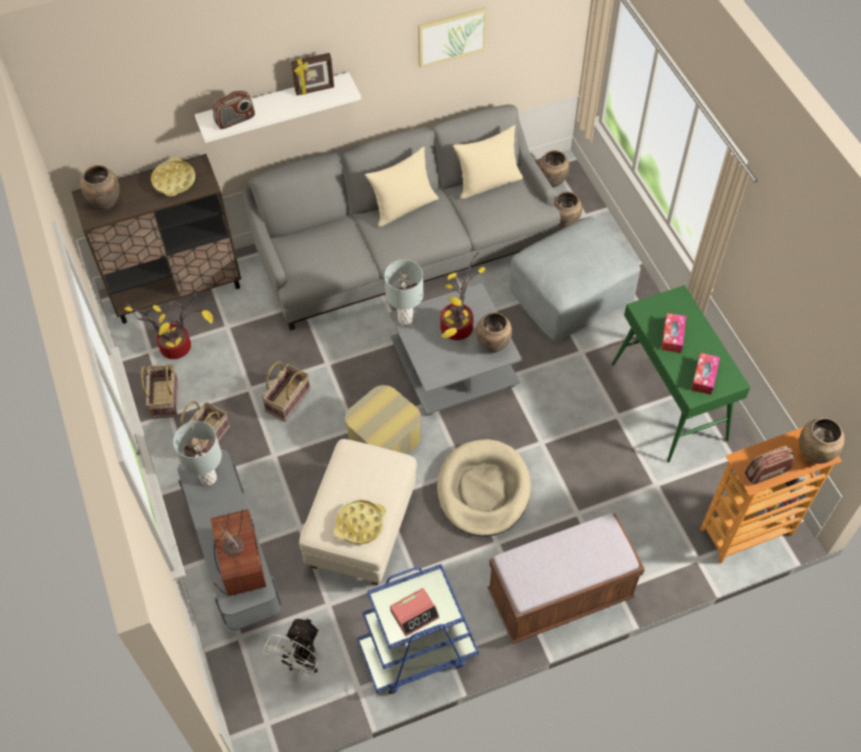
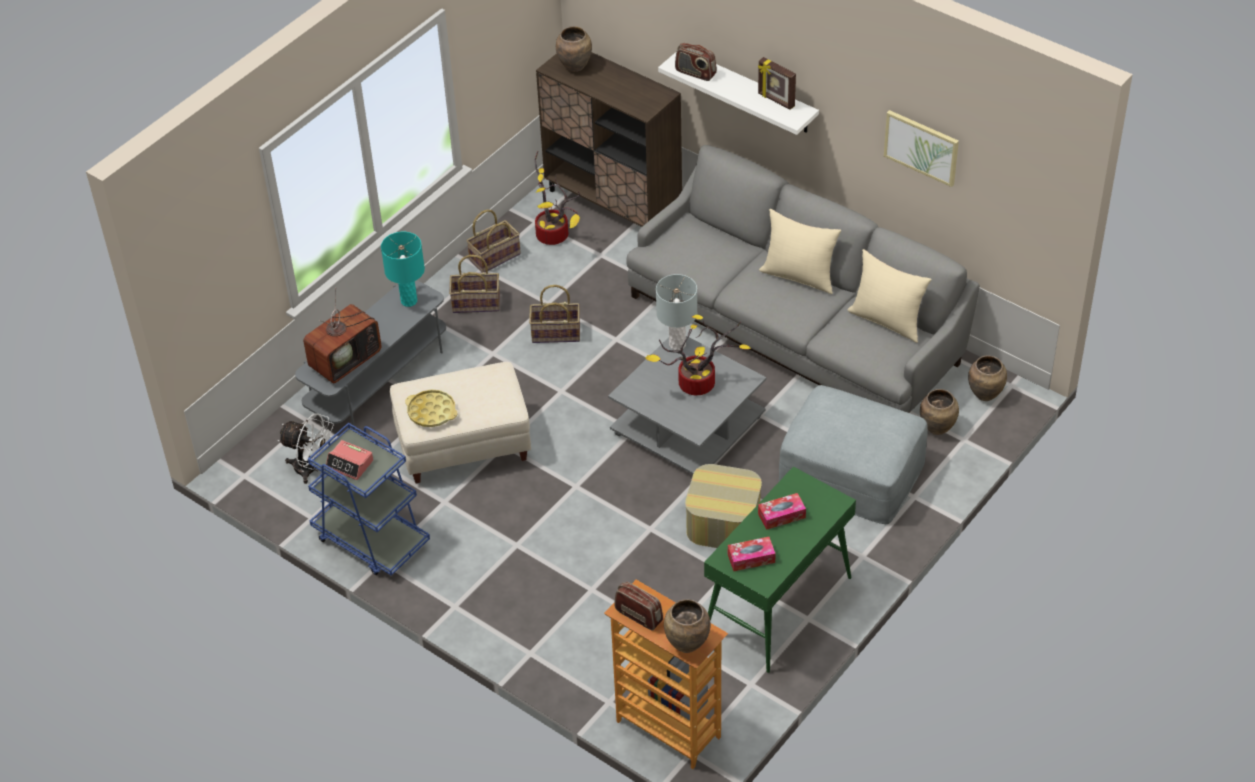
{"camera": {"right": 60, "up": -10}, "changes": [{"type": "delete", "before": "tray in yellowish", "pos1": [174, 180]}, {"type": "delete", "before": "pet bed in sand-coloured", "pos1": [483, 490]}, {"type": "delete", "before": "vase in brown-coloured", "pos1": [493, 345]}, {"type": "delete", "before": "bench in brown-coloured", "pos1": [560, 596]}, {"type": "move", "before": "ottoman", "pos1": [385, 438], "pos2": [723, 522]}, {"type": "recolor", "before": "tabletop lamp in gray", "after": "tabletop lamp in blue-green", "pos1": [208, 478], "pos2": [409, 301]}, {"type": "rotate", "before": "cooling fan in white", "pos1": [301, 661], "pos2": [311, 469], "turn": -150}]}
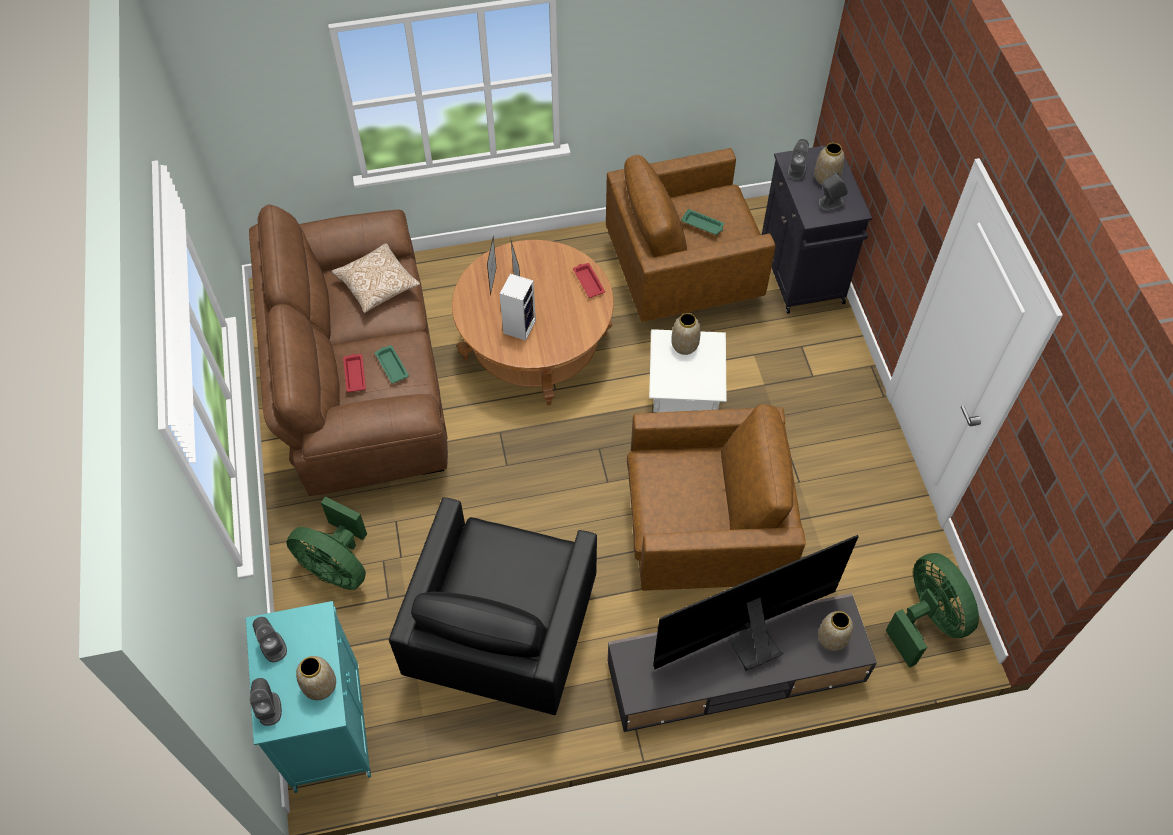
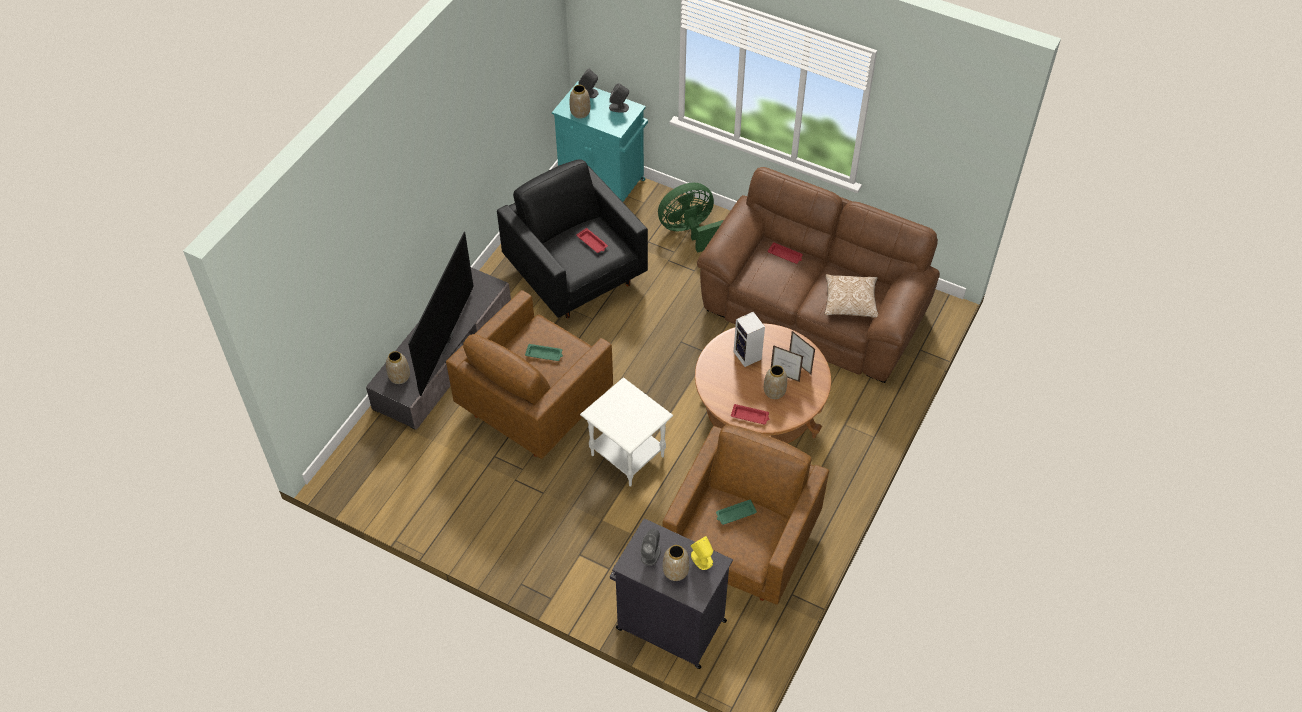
{"camera": {"right": 130, "up": -5}, "changes": [{"type": "delete", "before": "cooling fan in green", "pos1": [926, 620]}, {"type": "insert", "after": "tray in red", "pos2": [592, 243]}, {"type": "move", "before": "tray in green", "pos1": [391, 365], "pos2": [544, 354]}, {"type": "move", "before": "vase", "pos1": [684, 346], "pos2": [774, 391]}, {"type": "recolor", "before": "audio speaker in gray", "after": "audio speaker in yellowish", "pos1": [796, 170], "pos2": [702, 559]}]}
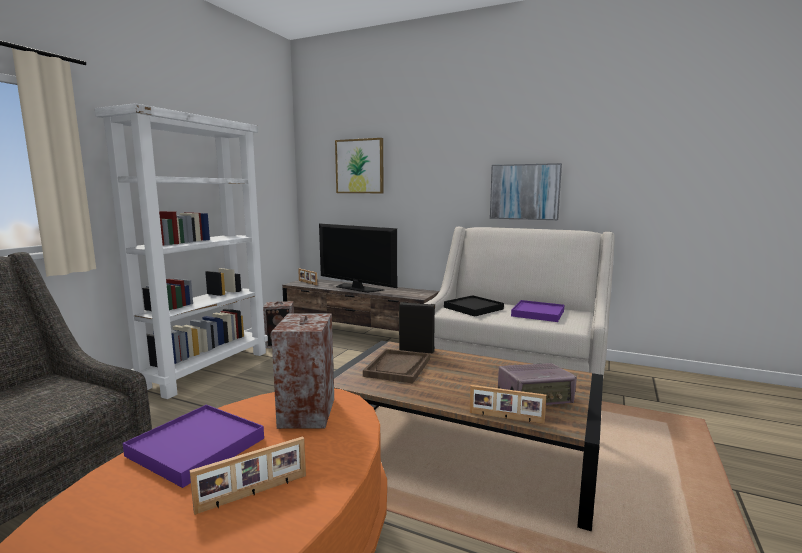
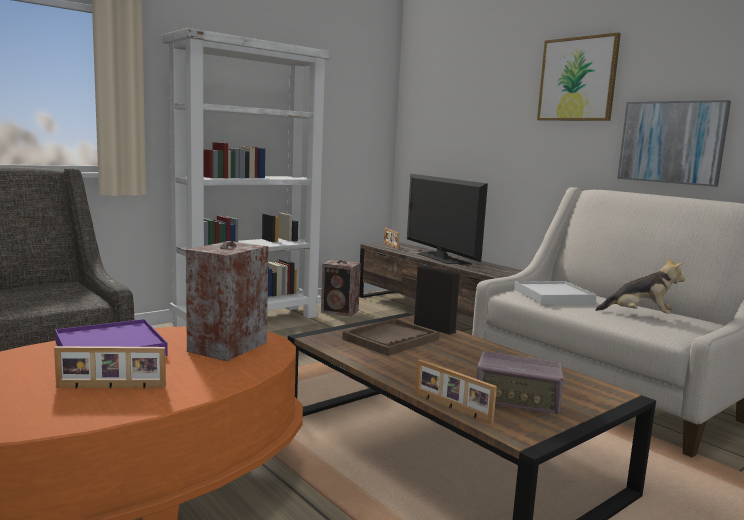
{"camera": {"right": 25, "up": 0}, "changes": [{"type": "move", "before": "picture", "pos1": [359, 166], "pos2": [577, 79]}, {"type": "replace", "before": "tray in purple", "after": "soft toy", "pos1": [537, 313], "pos2": [639, 315]}, {"type": "recolor", "before": "tray in black", "after": "tray in white", "pos1": [473, 308], "pos2": [553, 296]}]}
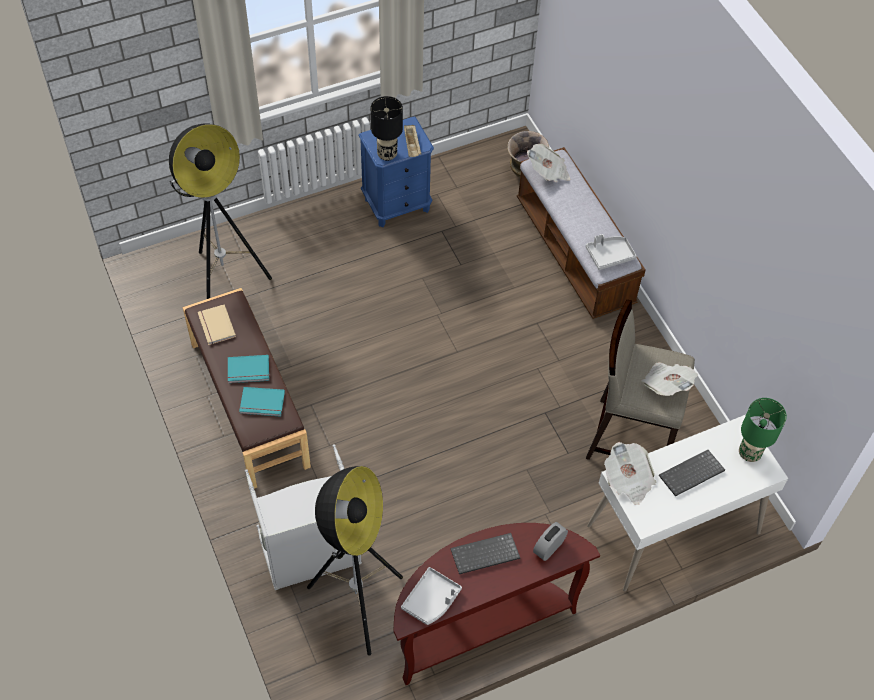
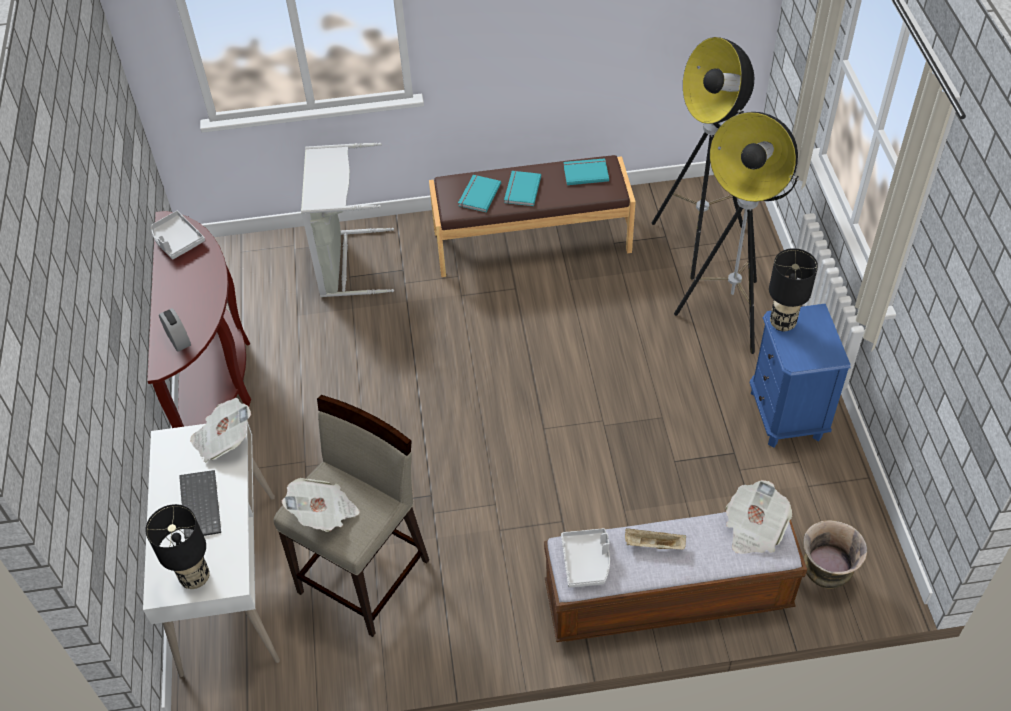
{"camera": {"right": 110, "up": -5}, "changes": [{"type": "delete", "before": "computer keyboard", "pos1": [484, 555]}, {"type": "move", "before": "floor lamp", "pos1": [356, 604], "pos2": [729, 314]}, {"type": "move", "before": "tray in sand-coloured", "pos1": [412, 146], "pos2": [653, 545]}, {"type": "recolor", "before": "bound book in sand-coloured", "after": "bound book in blue-green", "pos1": [215, 326], "pos2": [585, 172]}, {"type": "recolor", "before": "tabletop lamp in green", "after": "tabletop lamp in black", "pos1": [749, 453], "pos2": [195, 577]}]}
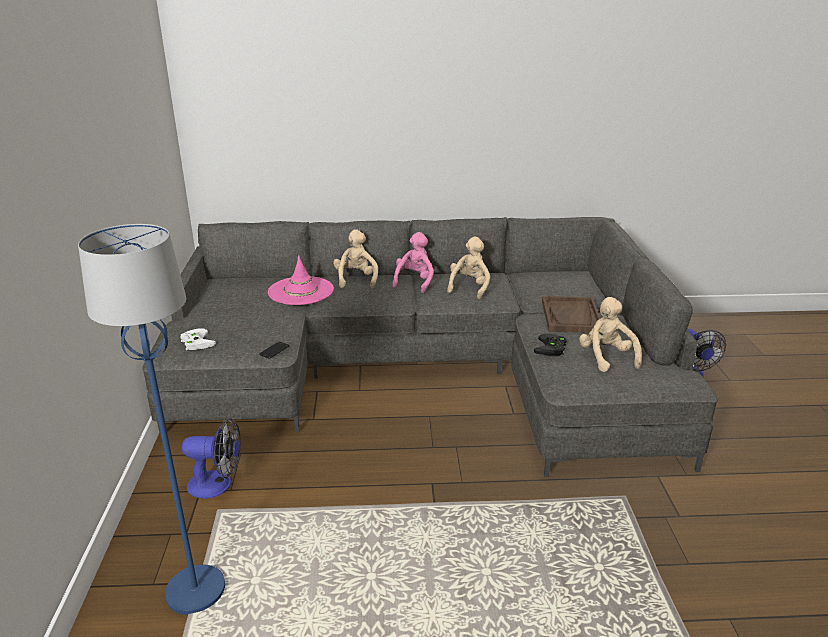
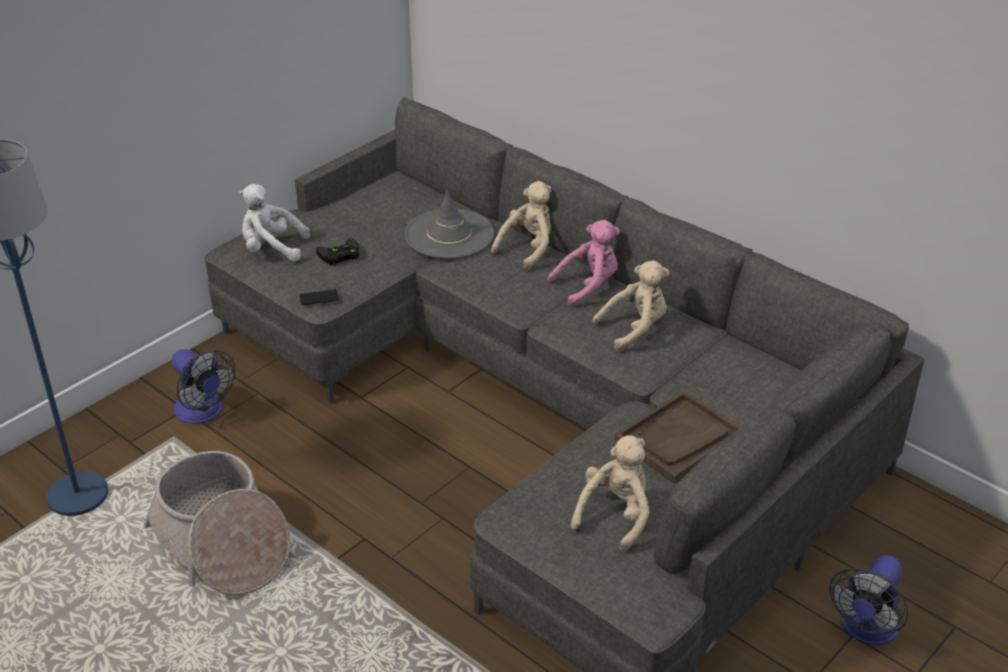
{"camera": {"right": 45, "up": 10}, "changes": [{"type": "insert", "after": "household basket", "pos2": [222, 544]}, {"type": "move", "before": "joypad in black", "pos1": [551, 348], "pos2": [338, 255]}, {"type": "replace", "before": "joypad in white", "after": "soft toy in white", "pos1": [196, 342], "pos2": [271, 248]}, {"type": "recolor", "before": "wearable hat in pink", "after": "wearable hat in gray", "pos1": [301, 291], "pos2": [449, 234]}]}
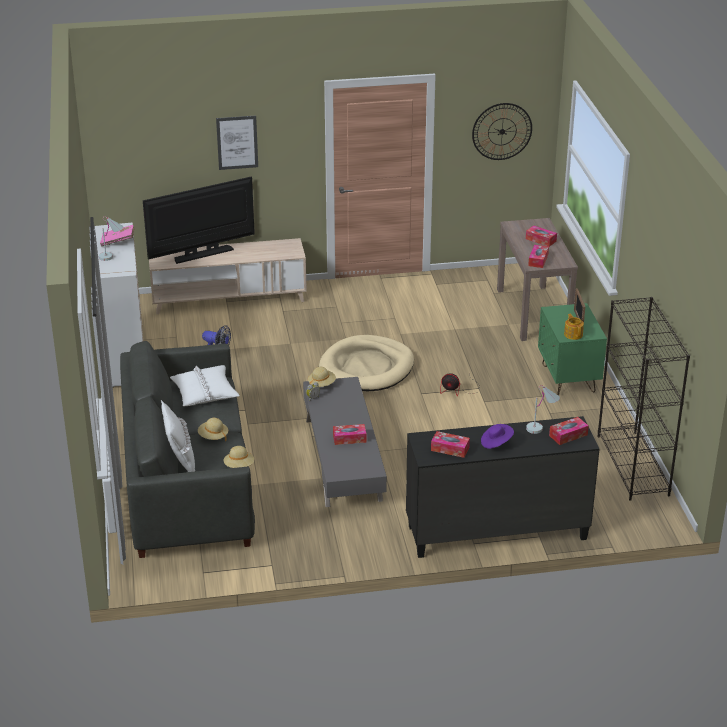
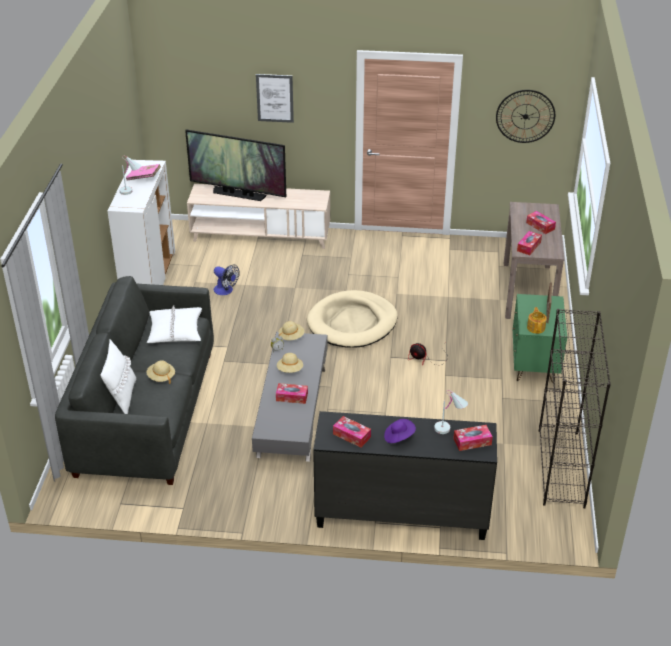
{"camera": {"right": 15, "up": 5}, "changes": [{"type": "move", "before": "wearable hat in sand-coloured", "pos1": [239, 466], "pos2": [290, 370]}, {"type": "rotate", "before": "TV", "pos1": [203, 254], "pos2": [238, 194], "turn": -150}]}
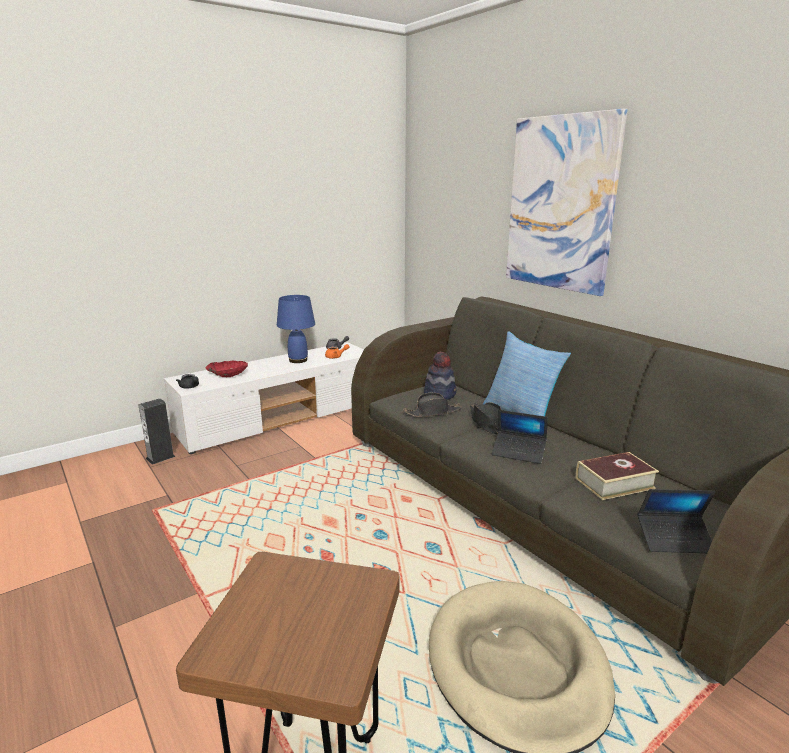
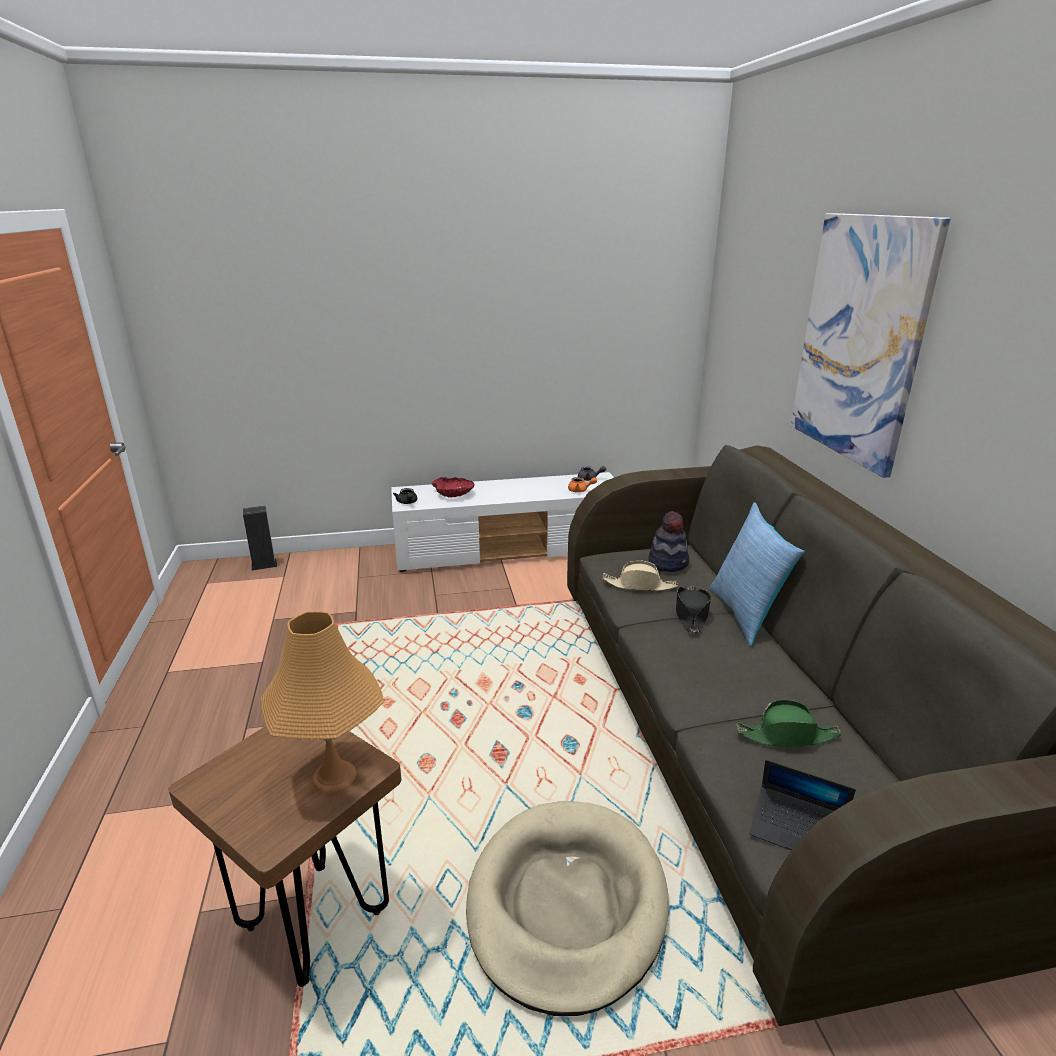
{"camera": {"right": 25, "up": 5}, "changes": [{"type": "delete", "before": "tabletop lamp in blue", "pos1": [298, 360]}, {"type": "delete", "before": "laptop", "pos1": [518, 452]}, {"type": "insert", "after": "tabletop lamp in orange", "pos2": [334, 776]}, {"type": "move", "before": "audio speaker", "pos1": [160, 457], "pos2": [264, 565]}, {"type": "replace", "before": "bound book", "after": "wearable hat in green", "pos1": [614, 483], "pos2": [787, 735]}, {"type": "recolor", "before": "wearable hat in black", "after": "wearable hat in sand-coloured", "pos1": [432, 412], "pos2": [640, 585]}]}
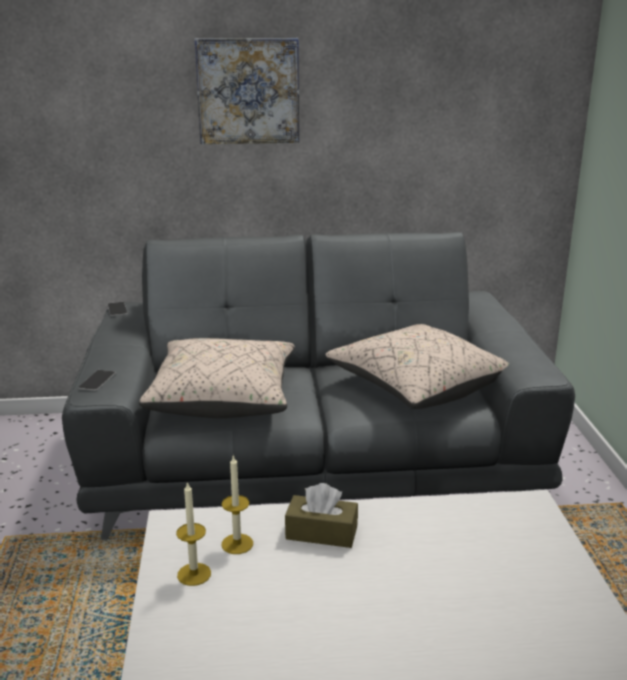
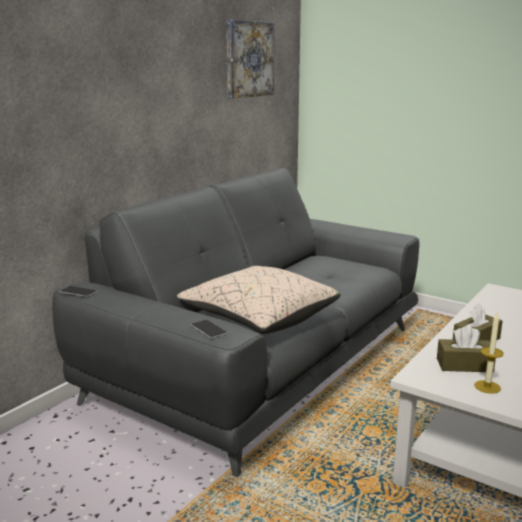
{"camera": {"right": -50, "up": -5}, "changes": [{"type": "delete", "before": "cushion in sand-coloured", "pos1": [416, 386]}, {"type": "move", "before": "picture", "pos1": [248, 91], "pos2": [249, 59]}, {"type": "replace", "before": "wax candle", "after": "tissue box in brown-coloured", "pos1": [237, 544], "pos2": [464, 365]}]}
